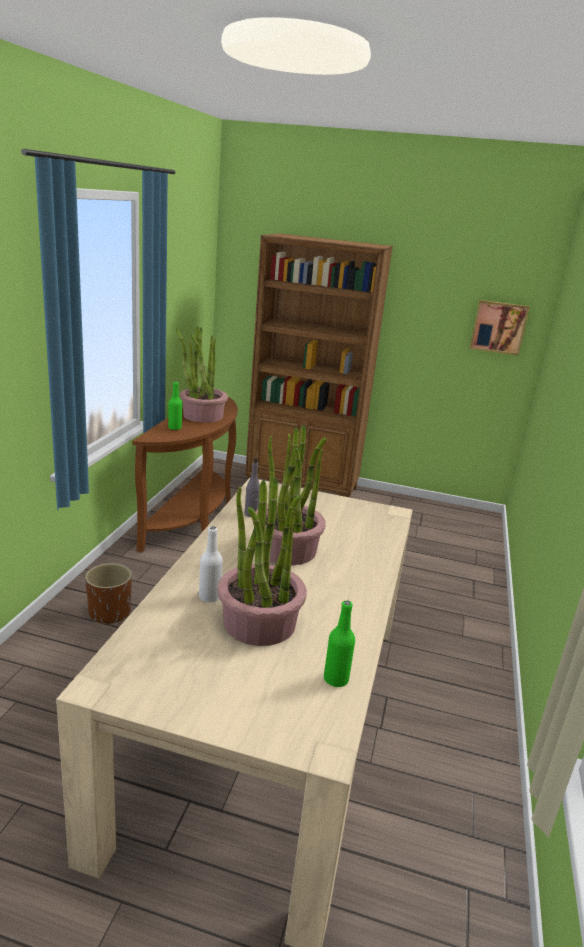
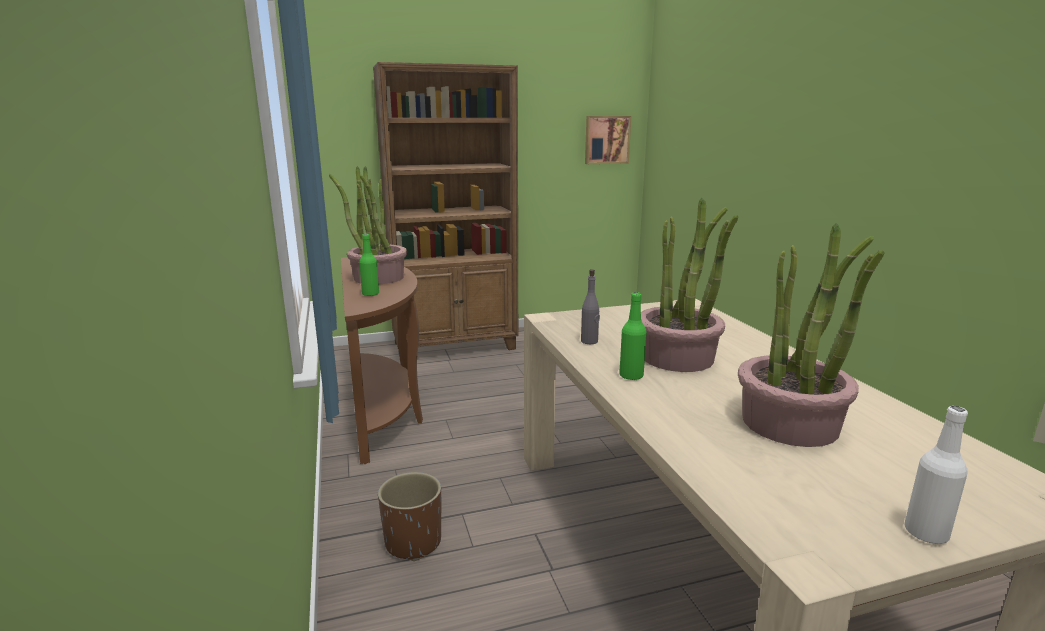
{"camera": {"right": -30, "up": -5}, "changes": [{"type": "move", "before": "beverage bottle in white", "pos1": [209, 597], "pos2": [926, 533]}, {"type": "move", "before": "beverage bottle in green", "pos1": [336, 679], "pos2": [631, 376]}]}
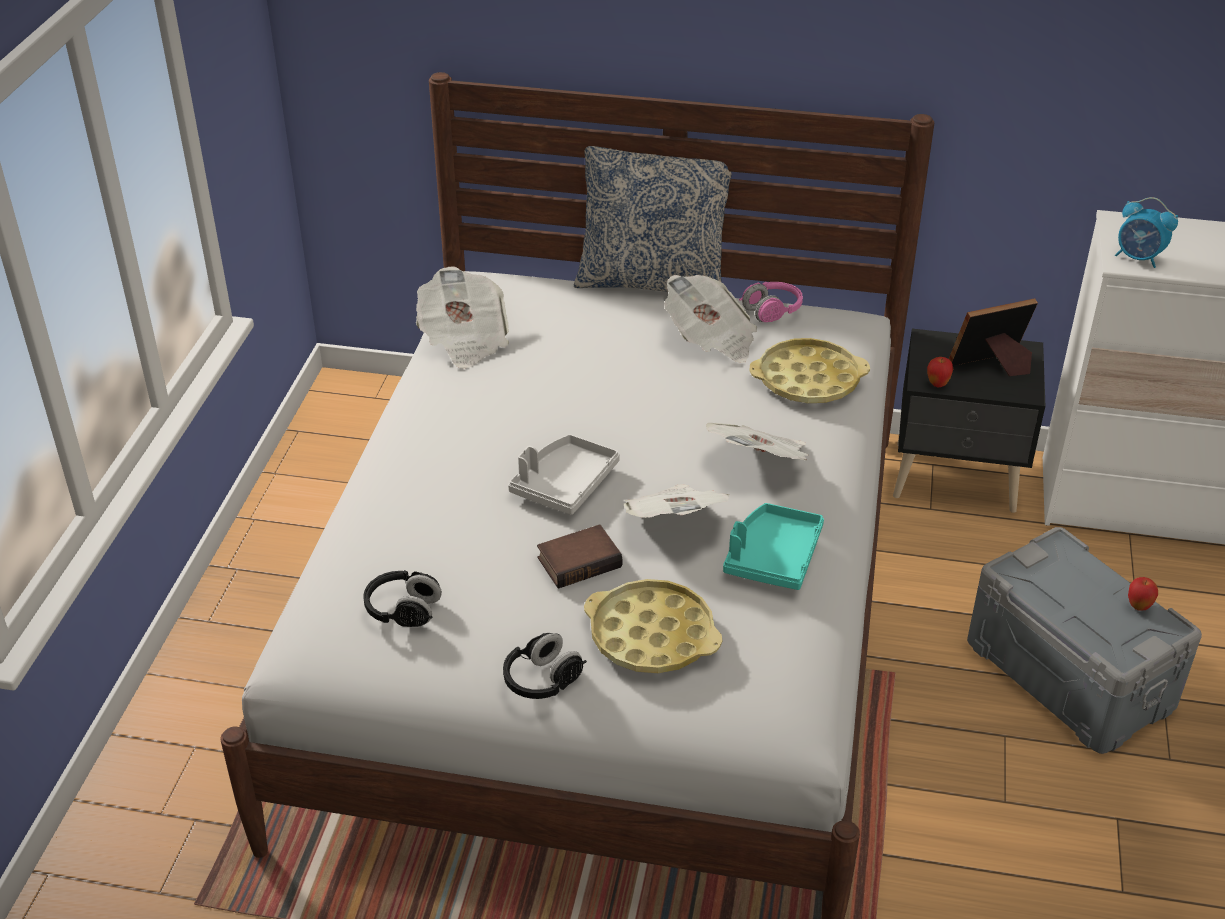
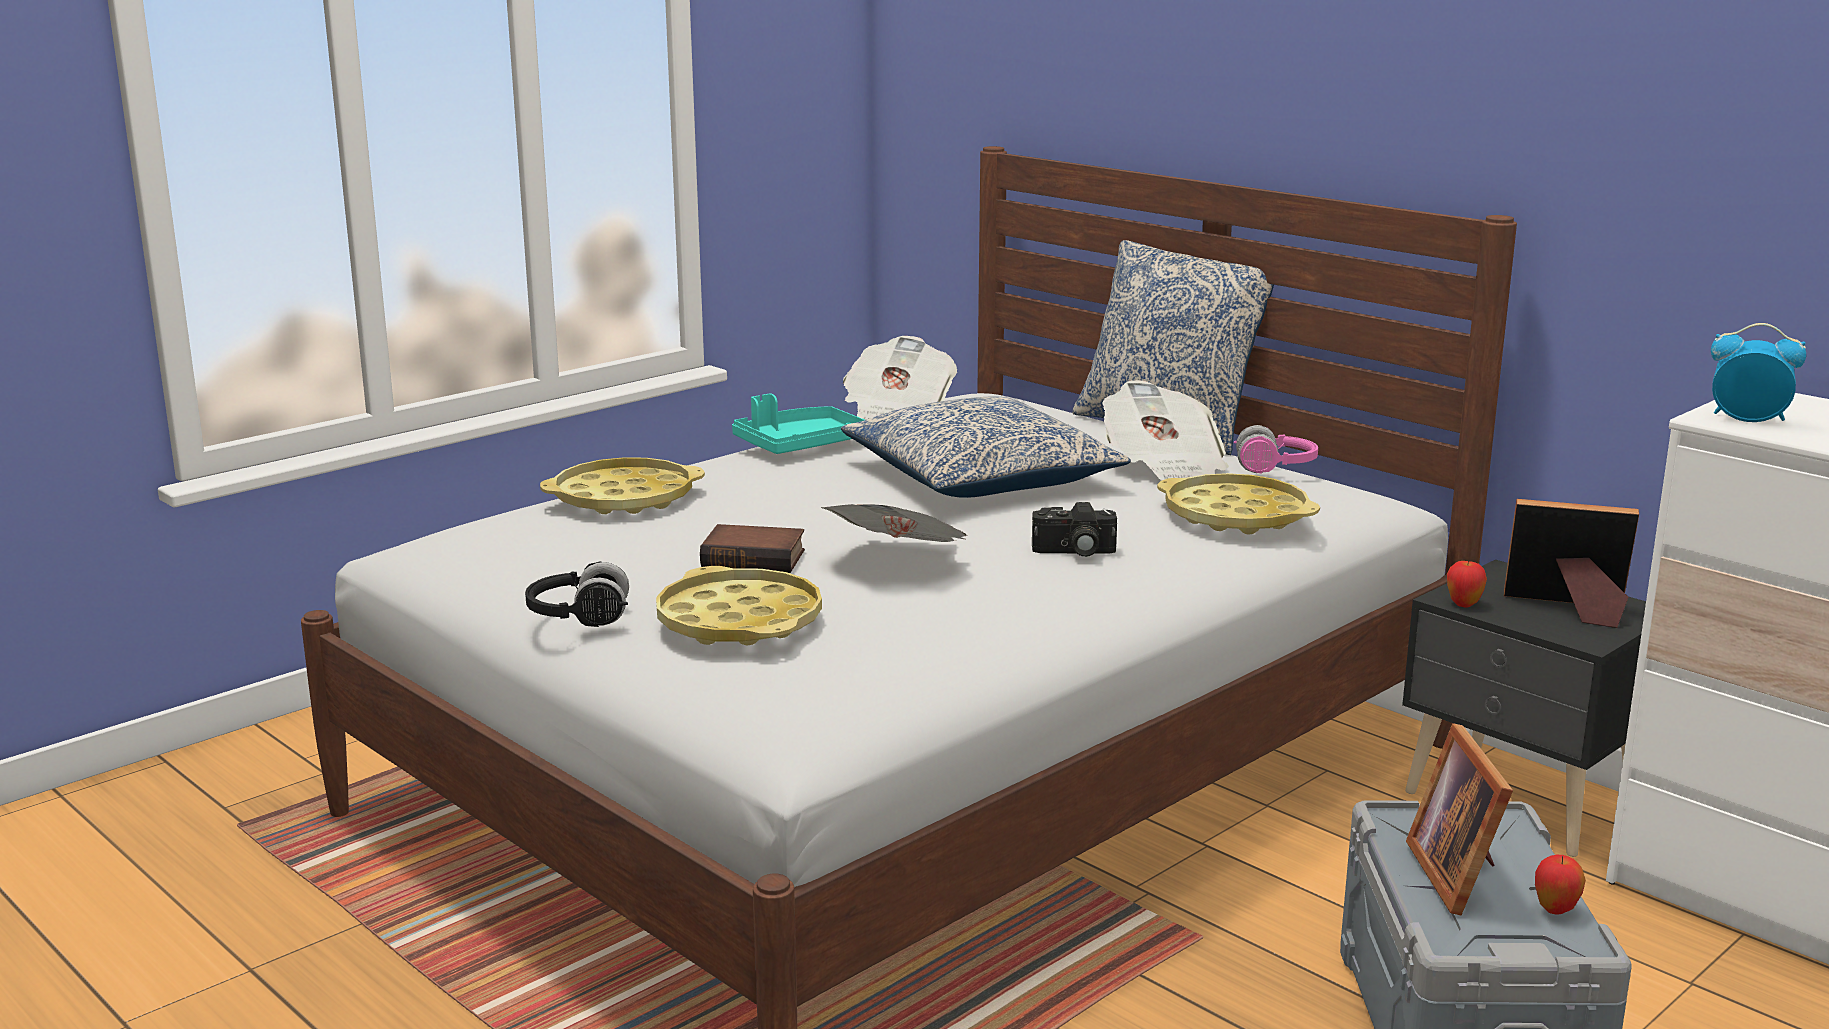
{"camera": {"right": 35, "up": -20}, "changes": [{"type": "delete", "before": "headset in black", "pos1": [403, 611]}, {"type": "delete", "before": "tray in gray", "pos1": [564, 484]}, {"type": "insert", "after": "tray in yellowish", "pos2": [623, 498]}, {"type": "insert", "after": "cushion", "pos2": [980, 477]}, {"type": "insert", "after": "photo frame", "pos2": [1459, 874]}, {"type": "move", "before": "tray in blue-green", "pos1": [772, 557], "pos2": [799, 445]}, {"type": "replace", "before": "printed paper", "after": "photo camera", "pos1": [760, 463], "pos2": [1074, 552]}, {"type": "rotate", "before": "bedside clock", "pos1": [1138, 258], "pos2": [1747, 420], "turn": 135}]}
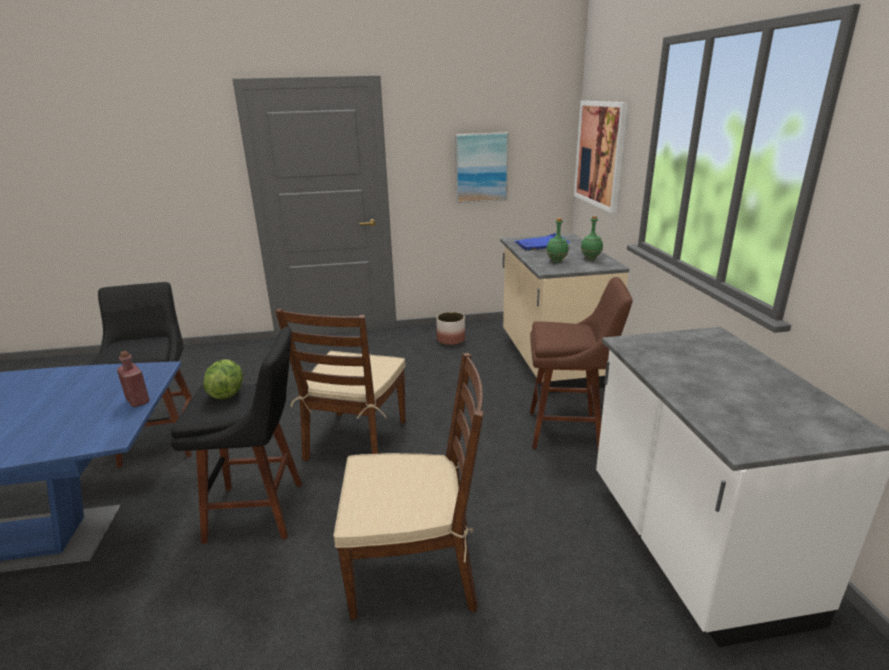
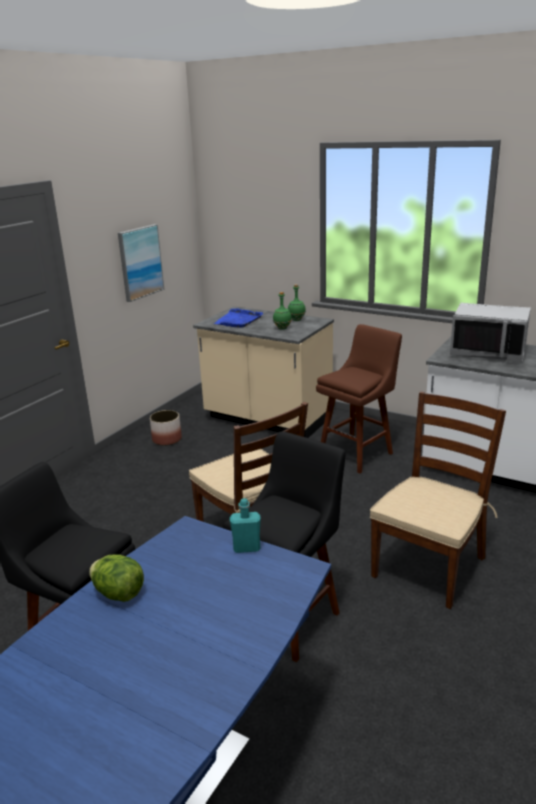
{"camera": {"right": -50, "up": 0}, "changes": [{"type": "delete", "before": "picture", "pos1": [600, 154]}, {"type": "insert", "after": "microwave in gray", "pos2": [488, 352]}, {"type": "move", "before": "lettuce head", "pos1": [227, 393], "pos2": [118, 593]}, {"type": "recolor", "before": "beverage bottle in red", "after": "beverage bottle in blue-green", "pos1": [138, 401], "pos2": [246, 548]}]}
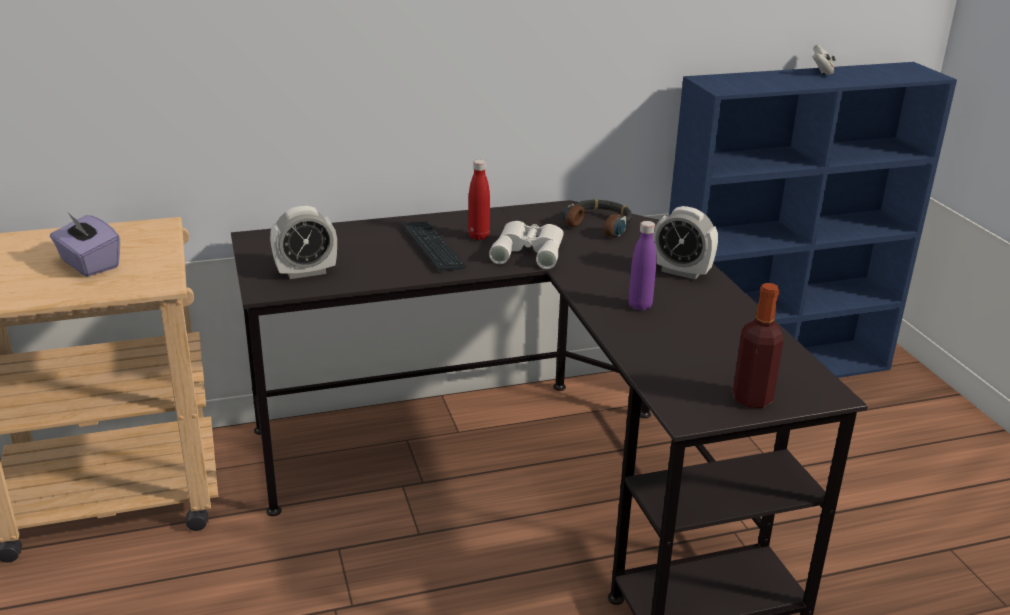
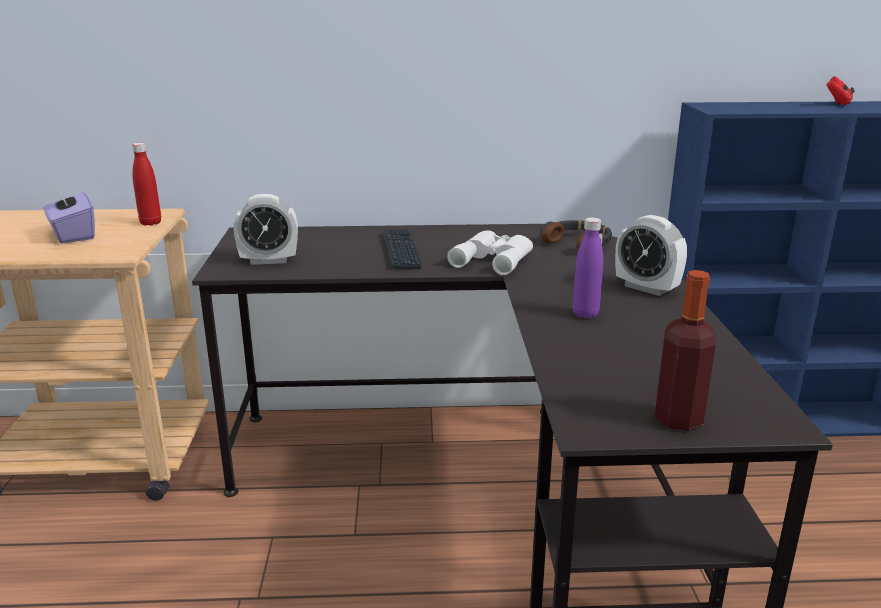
{"camera": {"right": 15, "up": -5}, "changes": [{"type": "move", "before": "beverage bottle in red", "pos1": [478, 236], "pos2": [150, 223]}, {"type": "recolor", "before": "joypad in white", "after": "joypad in red", "pos1": [821, 72], "pos2": [837, 103]}]}
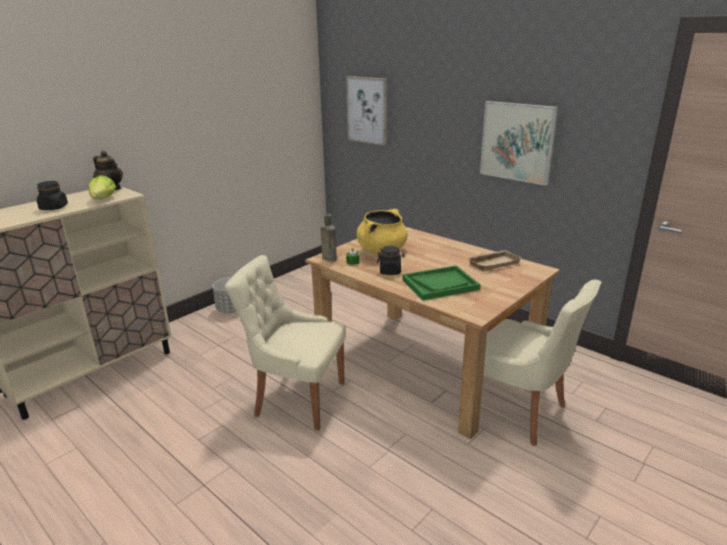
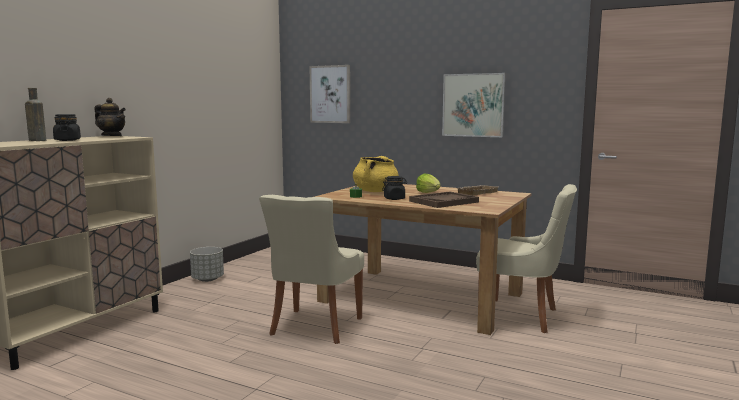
{"camera": {"right": -15, "up": -15}, "changes": [{"type": "move", "before": "lettuce head", "pos1": [103, 199], "pos2": [429, 193]}, {"type": "move", "before": "beverage bottle in brown-coloured", "pos1": [328, 258], "pos2": [36, 140]}, {"type": "recolor", "before": "tray in green", "after": "tray in brown-coloured", "pos1": [440, 284], "pos2": [443, 201]}, {"type": "rotate", "before": "upright chair in sand-coloured", "pos1": [296, 398], "pos2": [314, 327], "turn": -75}]}
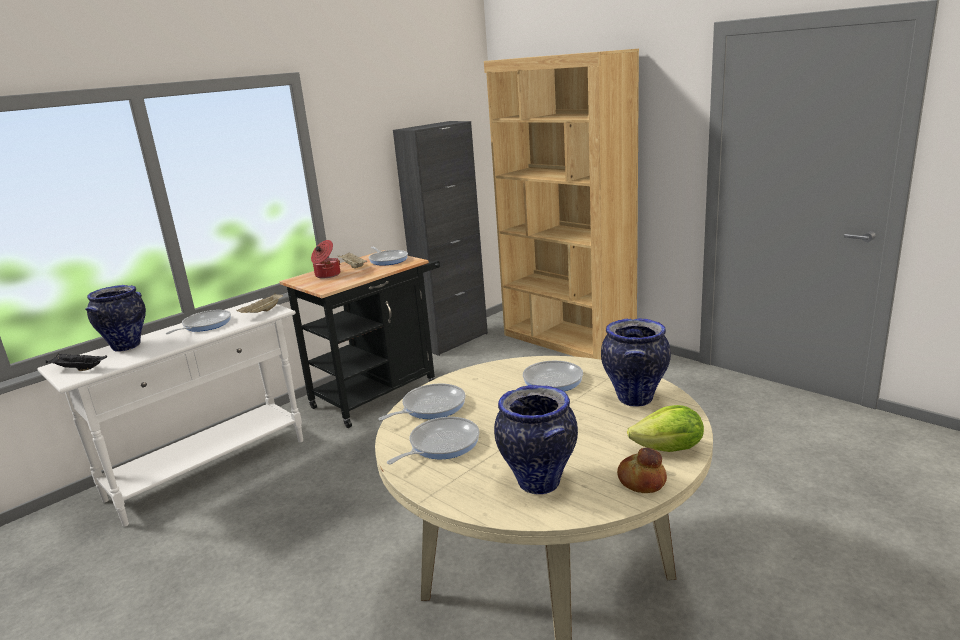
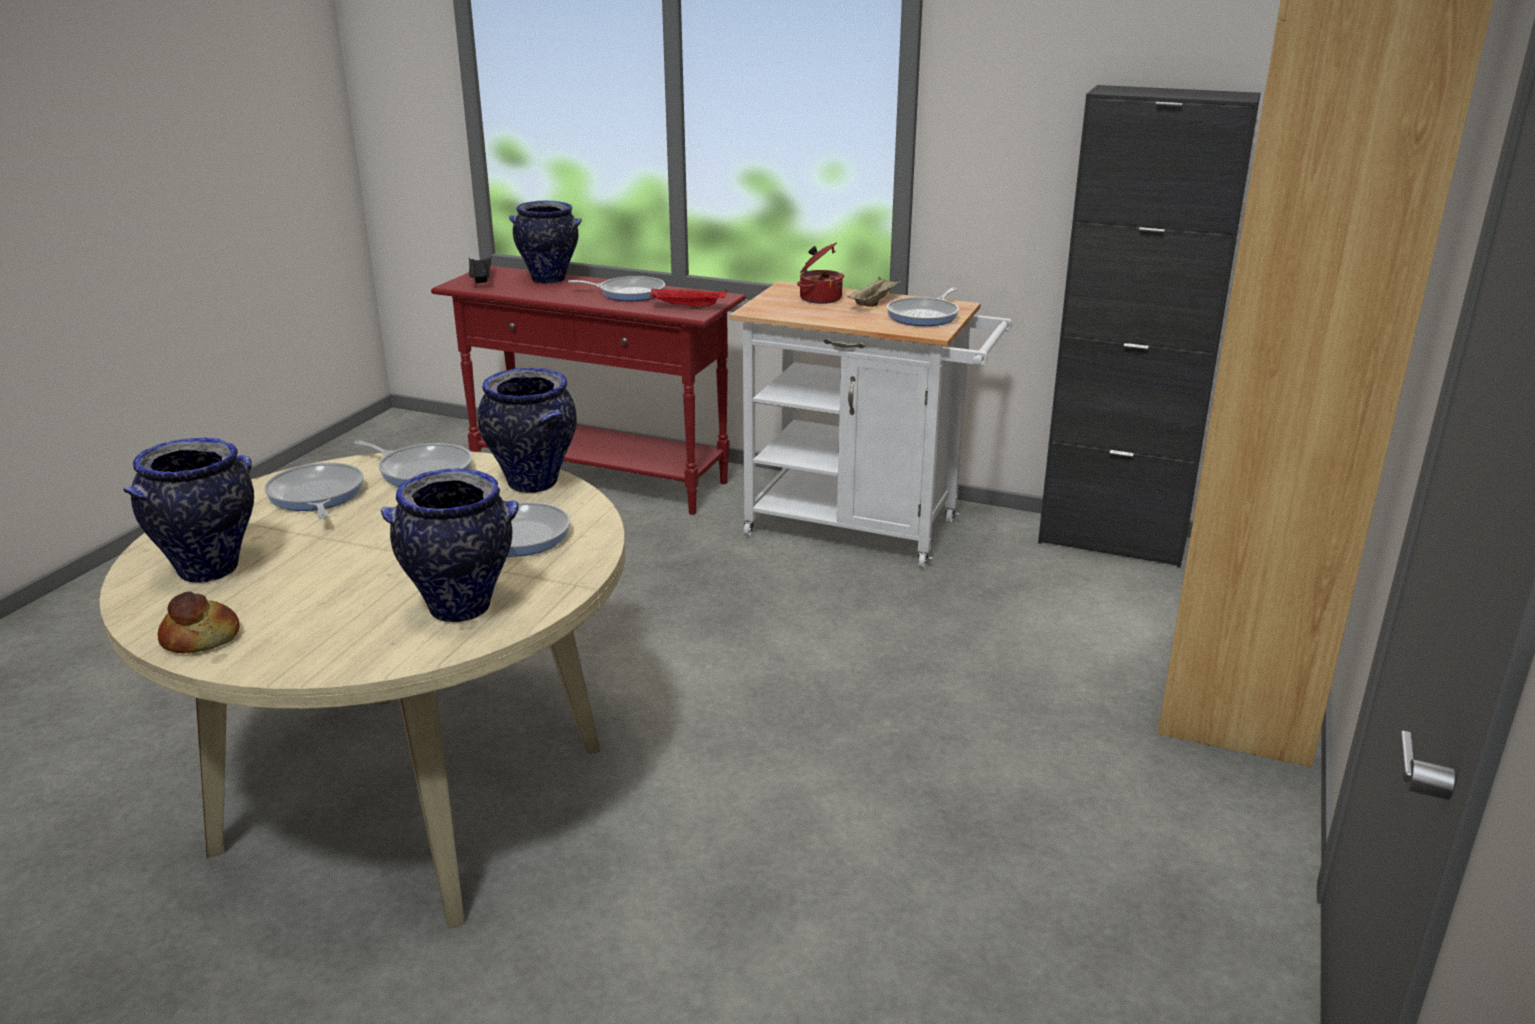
{"camera": {"right": 65, "up": 5}, "changes": [{"type": "delete", "before": "lettuce head", "pos1": [669, 449]}, {"type": "insert", "after": "vase", "pos2": [534, 484]}, {"type": "recolor", "before": "console table in white", "after": "console table in red", "pos1": [209, 469], "pos2": [600, 479]}, {"type": "recolor", "before": "tray in sand-coloured", "after": "tray in red", "pos1": [262, 312], "pos2": [687, 307]}, {"type": "recolor", "before": "trolley in black", "after": "trolley in white", "pos1": [380, 393], "pos2": [864, 530]}, {"type": "rotate", "before": "skillet", "pos1": [441, 444], "pos2": [316, 496], "turn": -135}]}
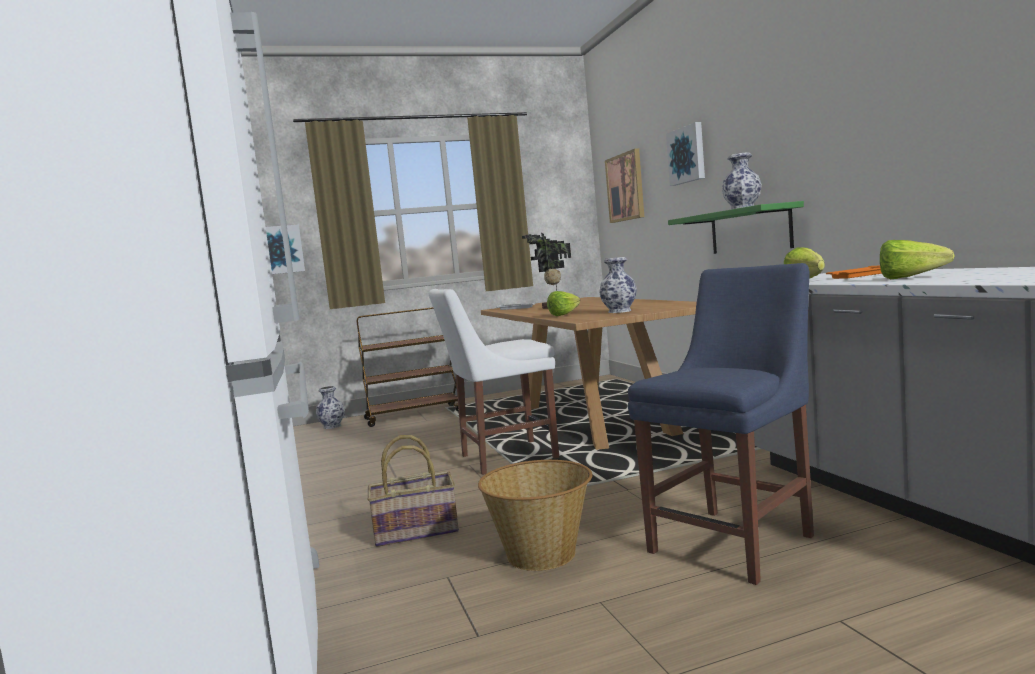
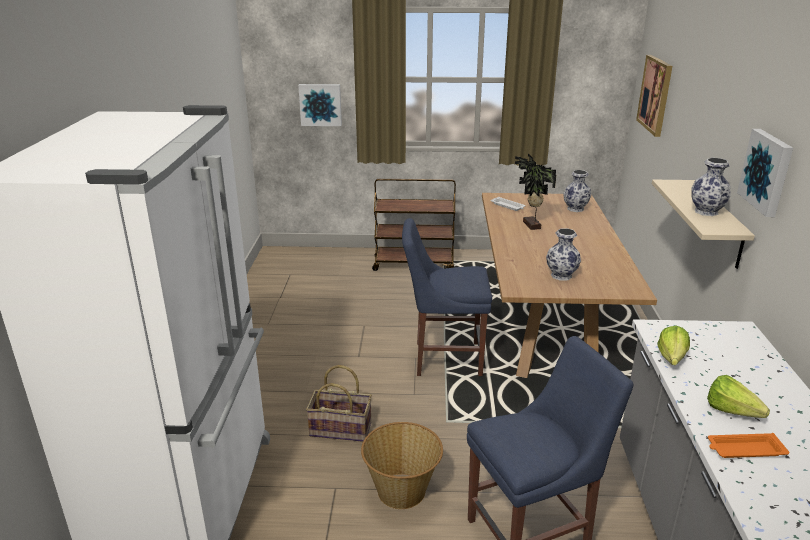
{"camera": {"right": 20, "up": 20}, "changes": [{"type": "delete", "before": "lettuce head", "pos1": [567, 314]}, {"type": "move", "before": "vase", "pos1": [331, 426], "pos2": [575, 209]}, {"type": "move", "before": "picture", "pos1": [687, 155], "pos2": [767, 171]}, {"type": "move", "before": "tray in orange", "pos1": [858, 276], "pos2": [744, 450]}, {"type": "recolor", "before": "upright chair in white", "after": "upright chair in blue", "pos1": [503, 458], "pos2": [443, 358]}, {"type": "recolor", "before": "shelf in green", "after": "shelf in sand-coloured", "pos1": [749, 230], "pos2": [717, 223]}]}
